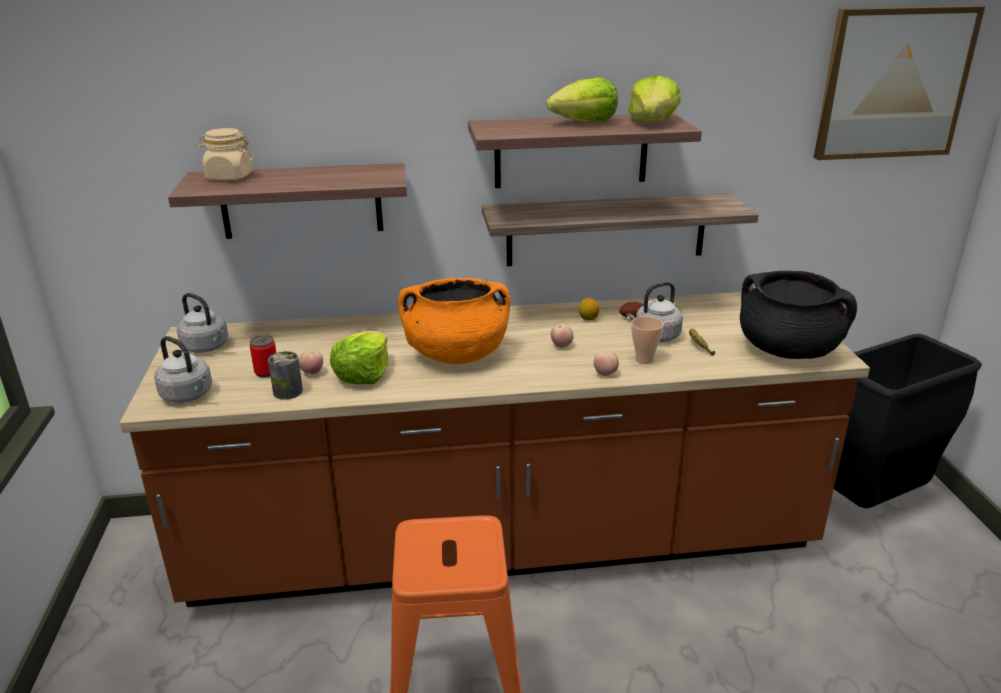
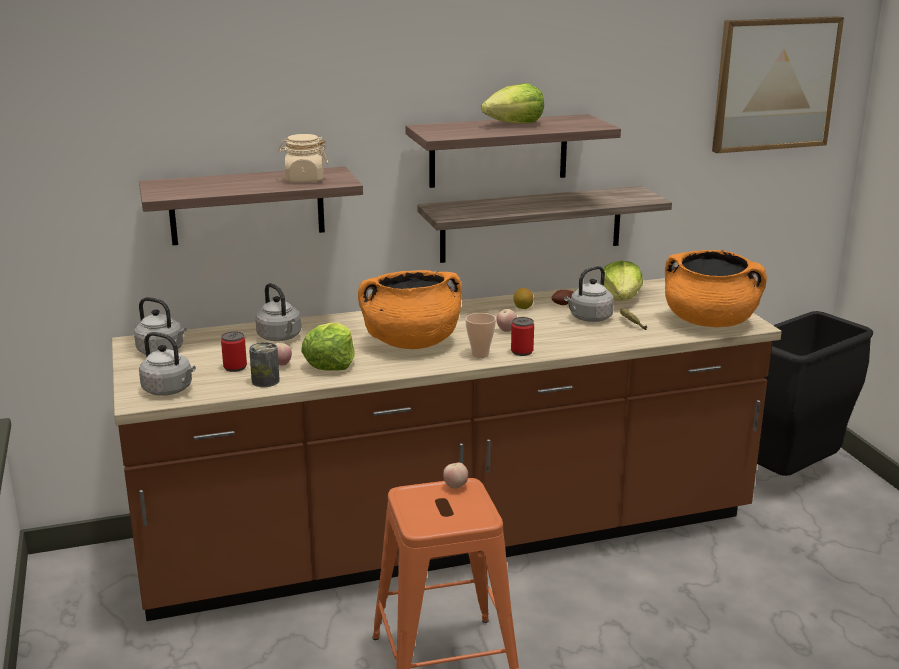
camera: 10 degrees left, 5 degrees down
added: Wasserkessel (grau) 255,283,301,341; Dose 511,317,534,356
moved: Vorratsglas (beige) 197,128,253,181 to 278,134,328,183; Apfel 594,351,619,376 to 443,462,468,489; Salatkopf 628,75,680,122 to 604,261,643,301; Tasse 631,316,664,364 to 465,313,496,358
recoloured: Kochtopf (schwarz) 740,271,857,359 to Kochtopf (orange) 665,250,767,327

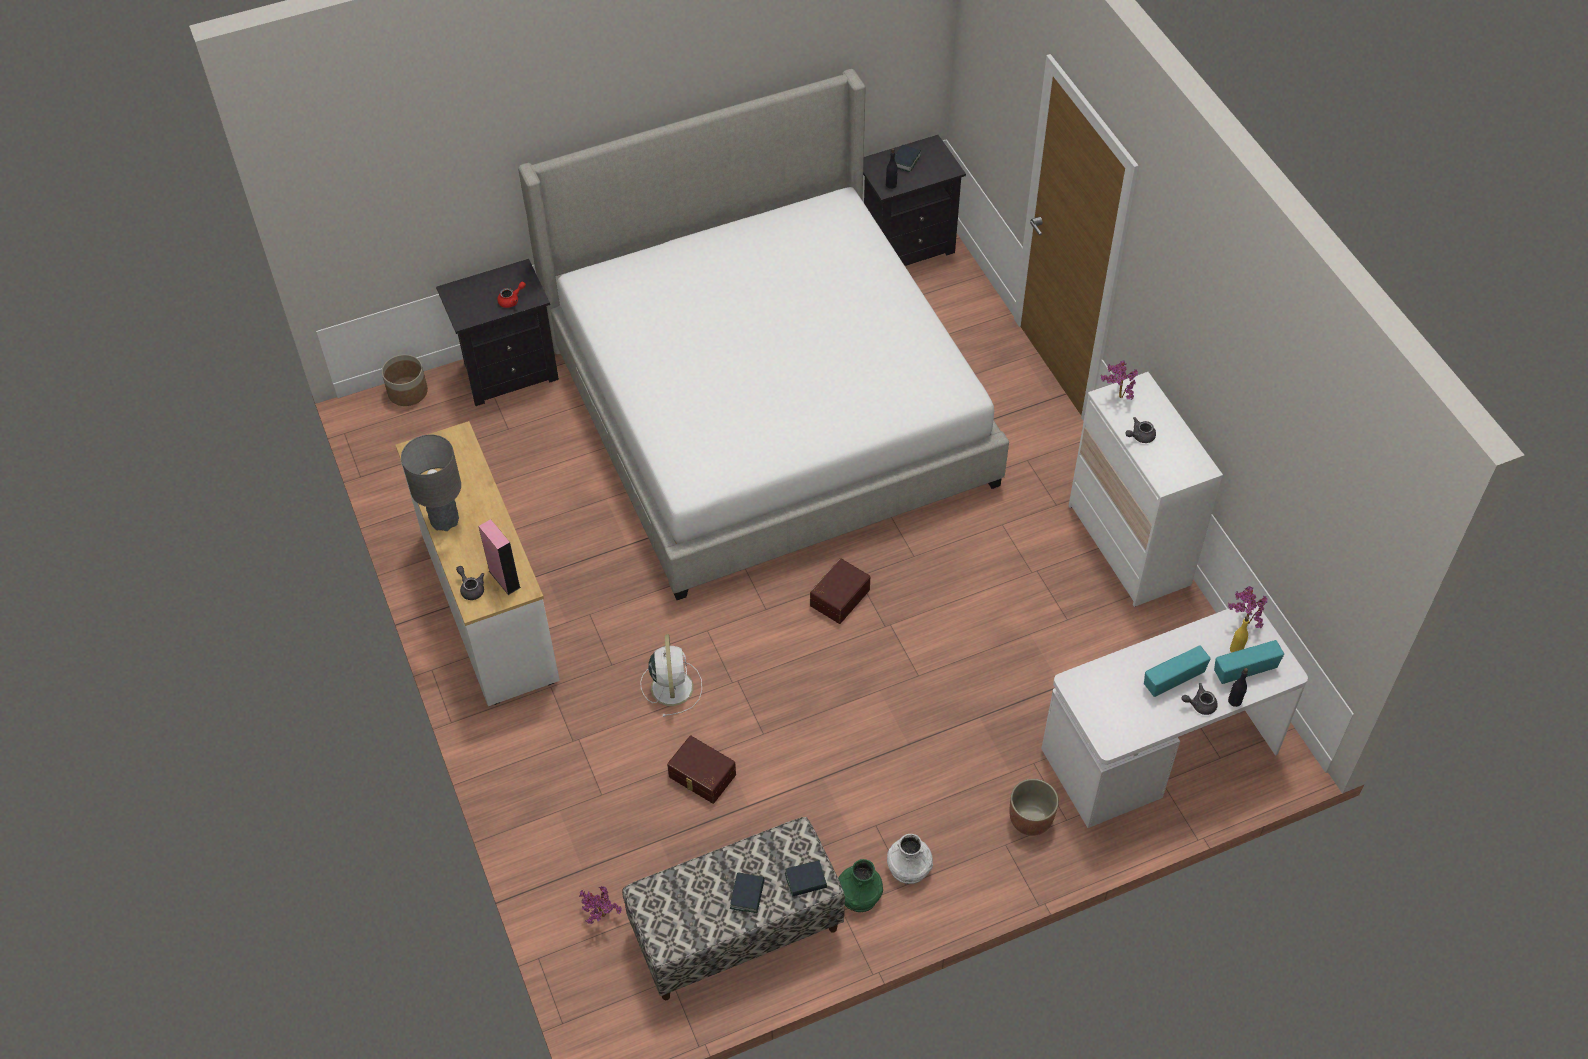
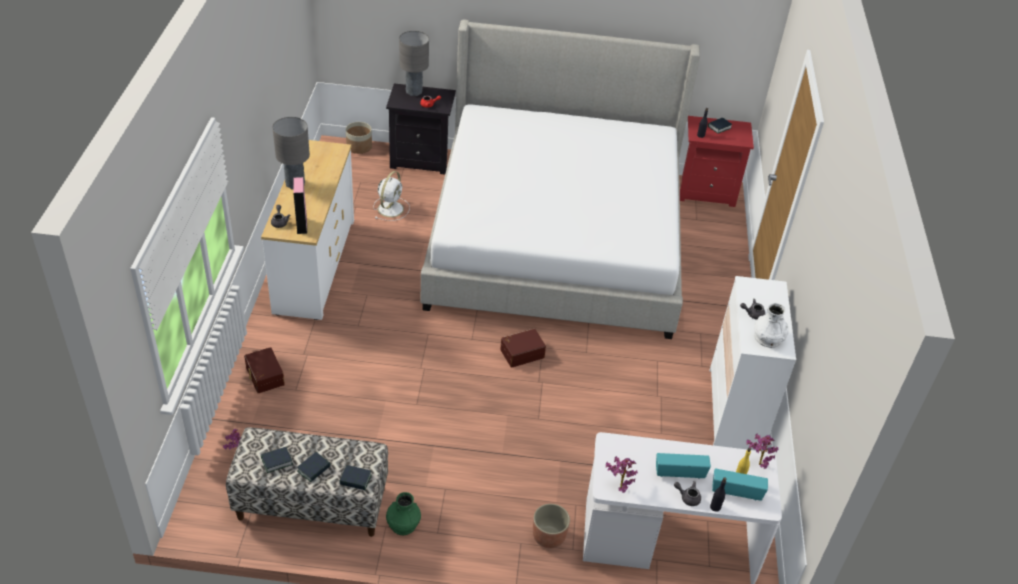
camera: 25 degrees right, 10 degrees down
added: Buch 261,447,293,473; Tischlampe (grau) 399,31,429,96
moved: Ventilator (weiß) 640,634,702,717 to 373,171,410,221; Aufbewahrungsbox (braun) 667,736,736,804 to 244,347,285,393; Vase (weiß) 887,834,933,884 to 754,303,789,348; Topfpflanze 1101,361,1138,400 to 606,456,638,493
recoloured: Nachttisch (schwarz) 863,135,966,266 to Nachttisch (rot) 680,116,754,207

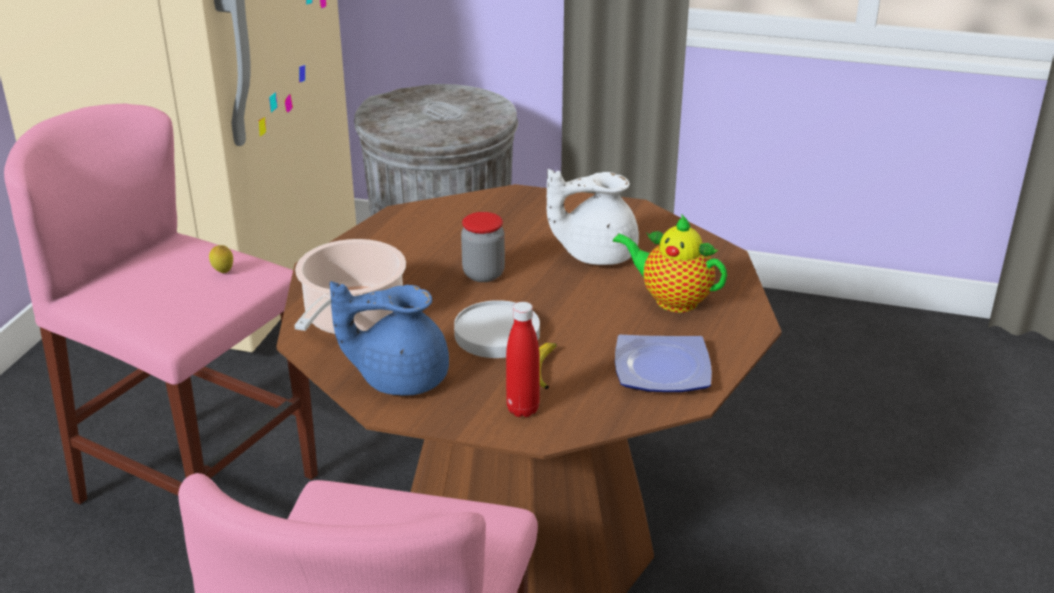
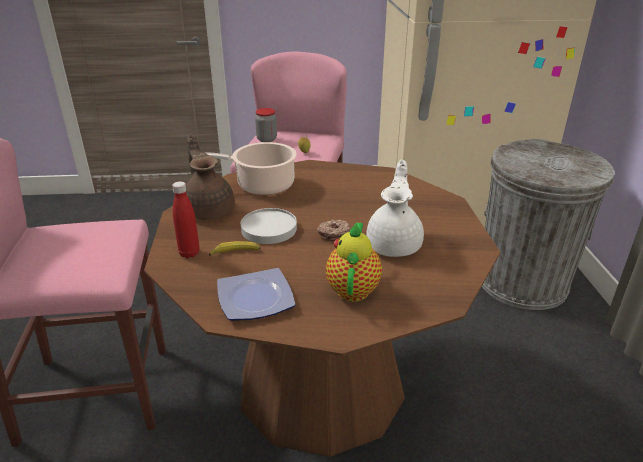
camera: 70 degrees right, 0 degrees up
added: Donut 317,219,351,241
moved: Vorratsglas 461,212,505,282 to 255,108,277,142
recoloured: Teekanne (blau) 330,281,449,395 to Teekanne (braun) 186,135,235,220
turned: Teekanne (weiß) 547,169,639,265 = 366,160,424,257 45 degrees clockwise

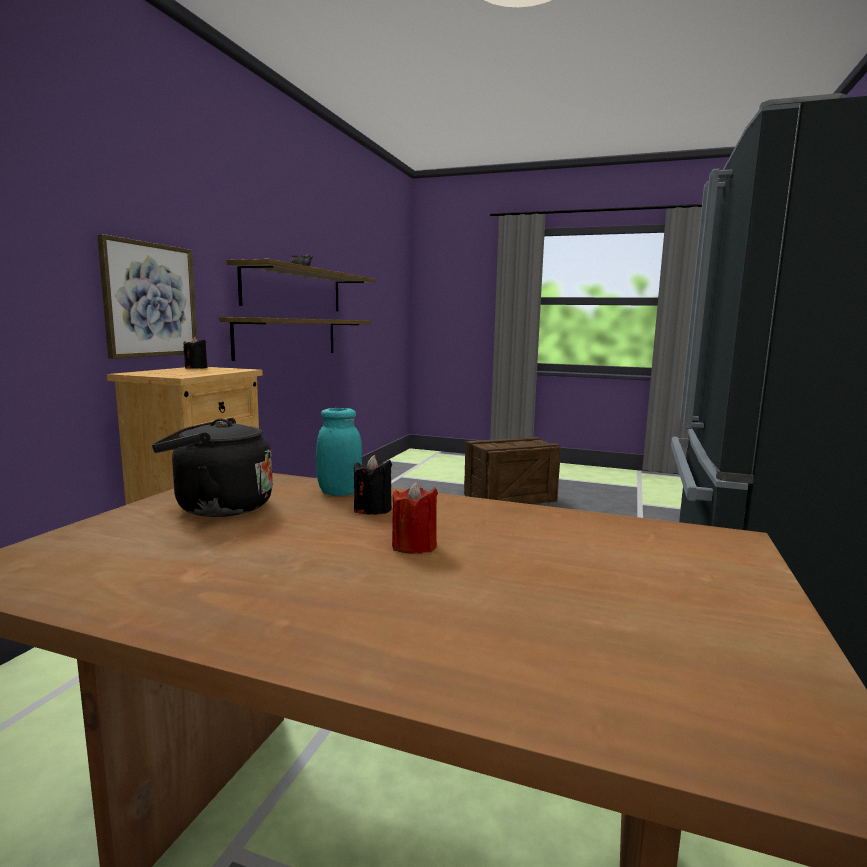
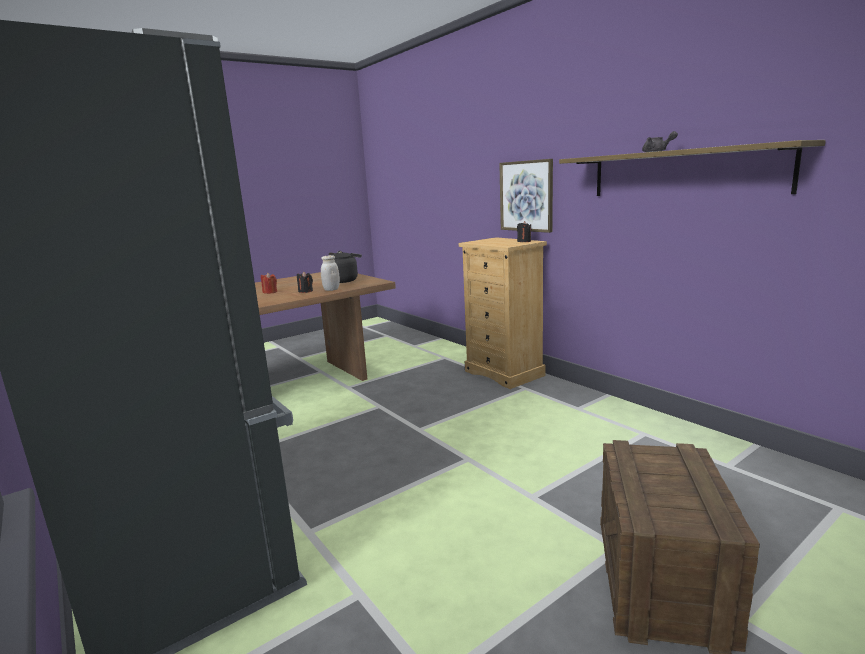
camera: 125 degrees right, 5 degrees up
removed: Wandregal 219,317,371,361
recoloured: Vorratsglas (türkis) 316,408,362,496 to Vorratsglas (weiß) 321,255,340,291

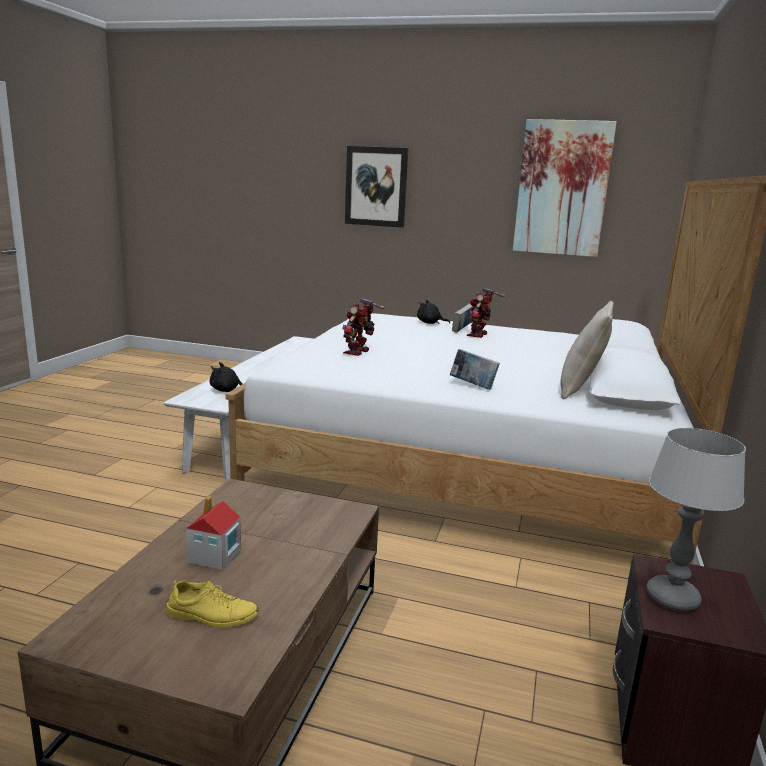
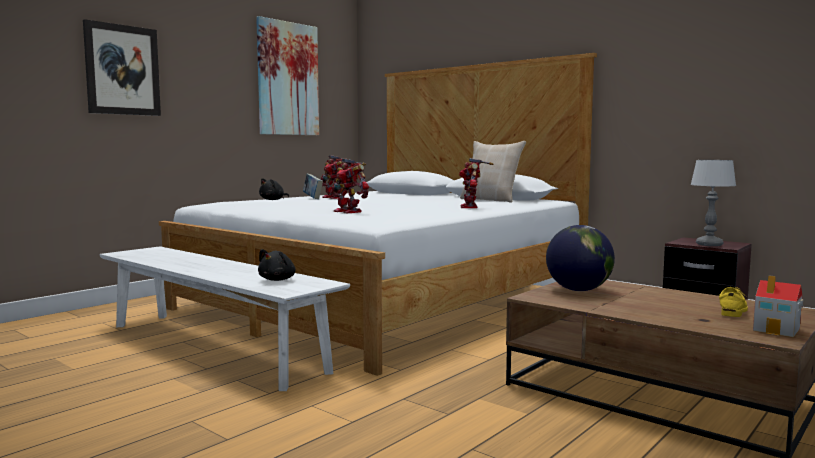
camera: 65 degrees left, 10 degrees down
added: Globus 546,225,615,291
moved: Spielzeughaus 186,496,241,570 to 753,275,803,337
replaced: Buch 450,349,500,390 to Spielzeugroboter 459,158,494,208

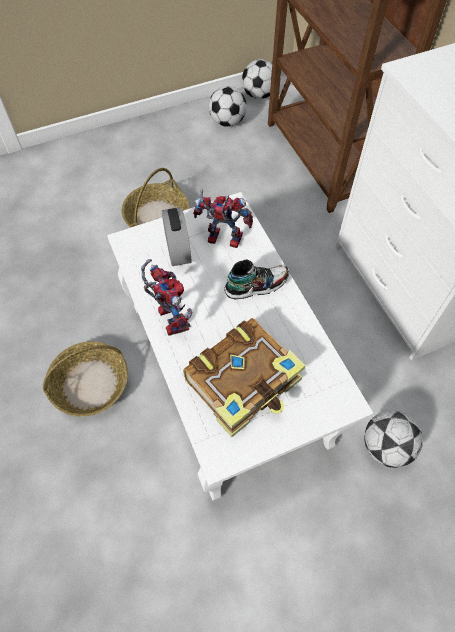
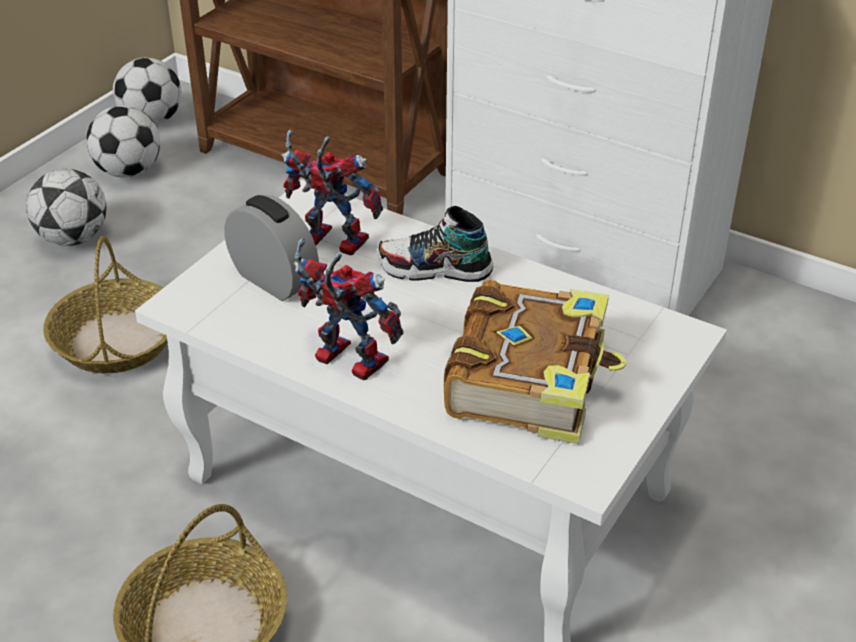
camera: 35 degrees left, 20 degrees down
moved: Fußball 364,410,423,468 to 26,168,107,246
turned: Spielzeugroboter 193,190,253,248 = 281,130,383,255 45 degrees clockwise; Schuh 224,260,290,299 = 376,206,493,282 120 degrees counterclockwise

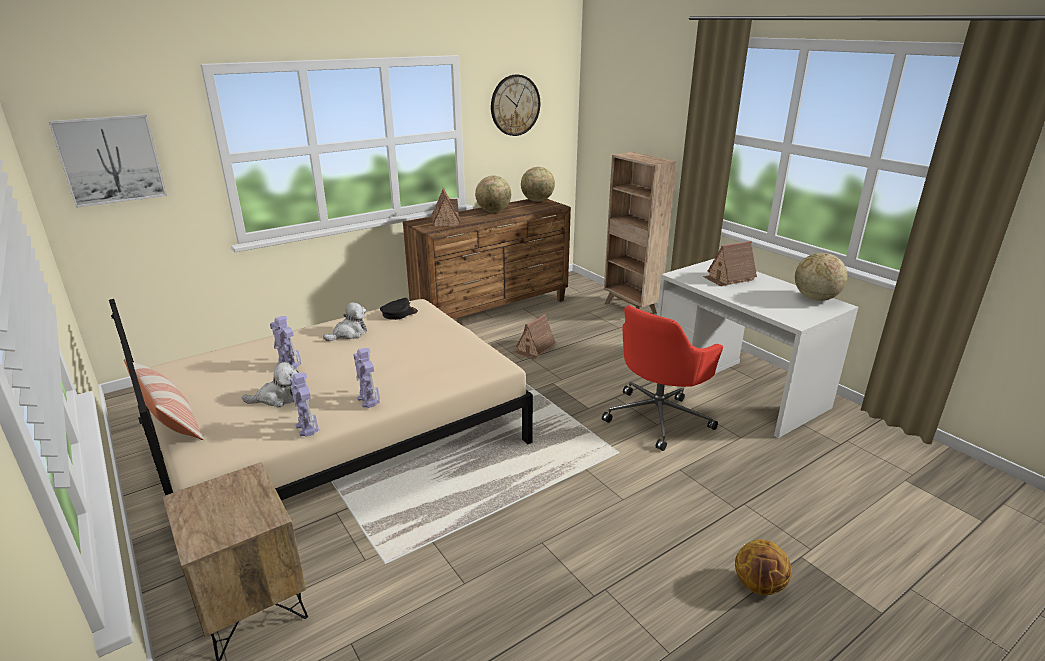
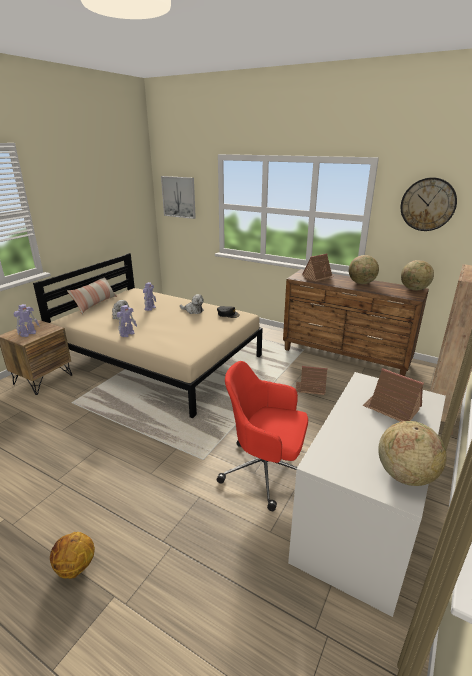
camera: 65 degrees right, 0 degrees up
moved: Spielzeugroboter 290,372,319,437 to 13,304,40,337

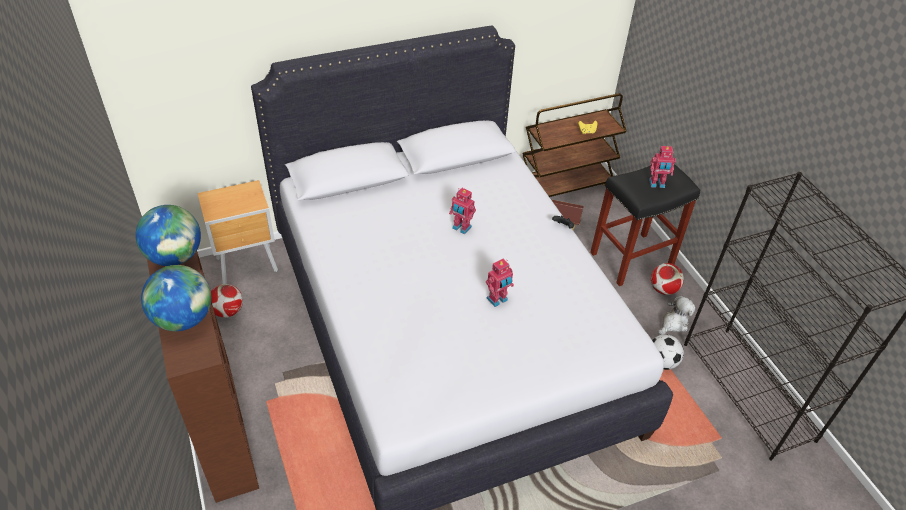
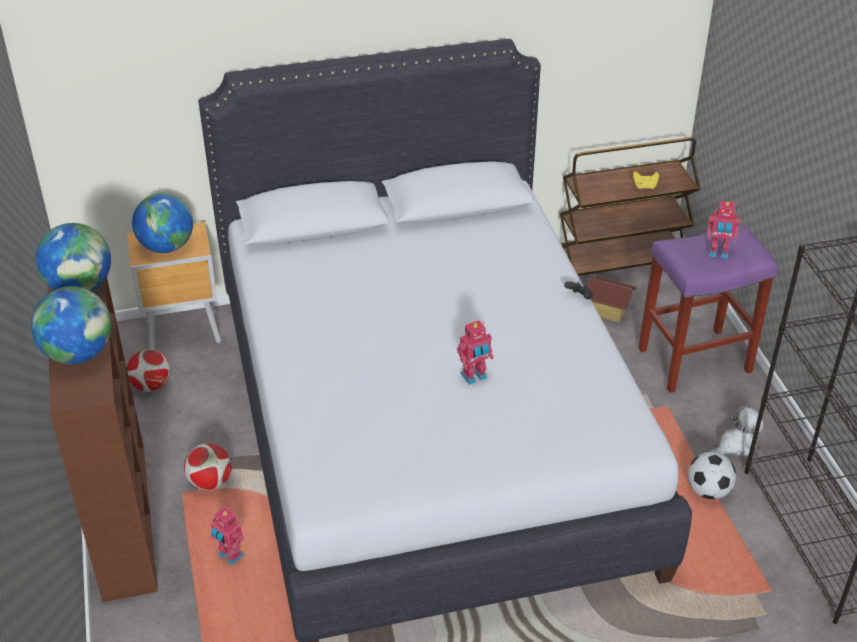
camera: 10 degrees right, 5 degrees down
added: Globus 132,193,193,253
moved: Spielzeugroboter 449,188,476,234 to 211,507,244,565; Fußball 651,263,684,295 to 184,443,232,490
recoloured: Hocker (schwarz) 590,164,700,286 to Hocker (lila) 638,223,778,393

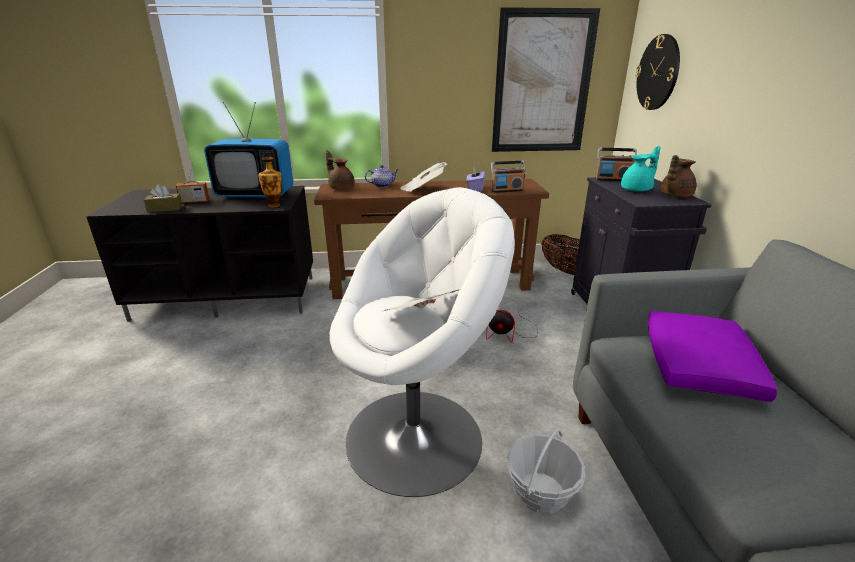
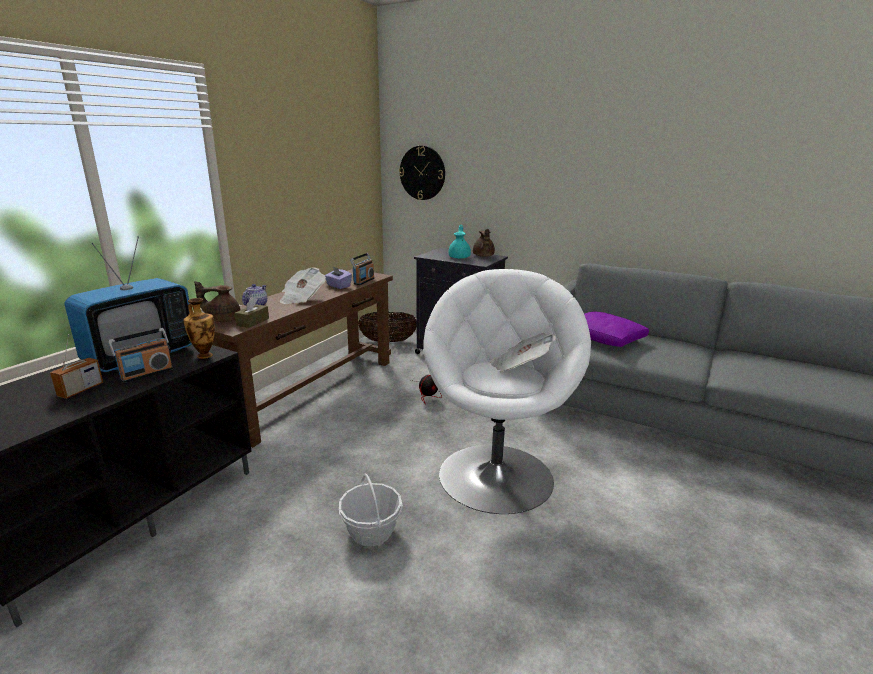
camera: 55 degrees left, 5 degrees down
removed: Bild 492,7,600,152
moved: Taschentuchbox (braun) 144,184,183,212 to 235,297,269,328; Korb 507,428,585,514 to 339,473,403,546; Radio 595,148,637,181 to 108,328,173,383

